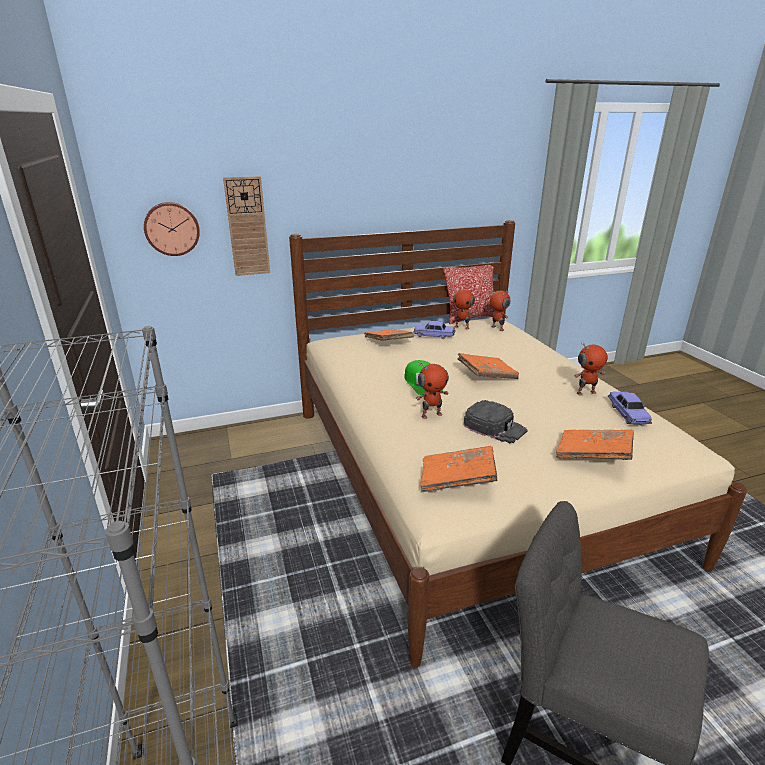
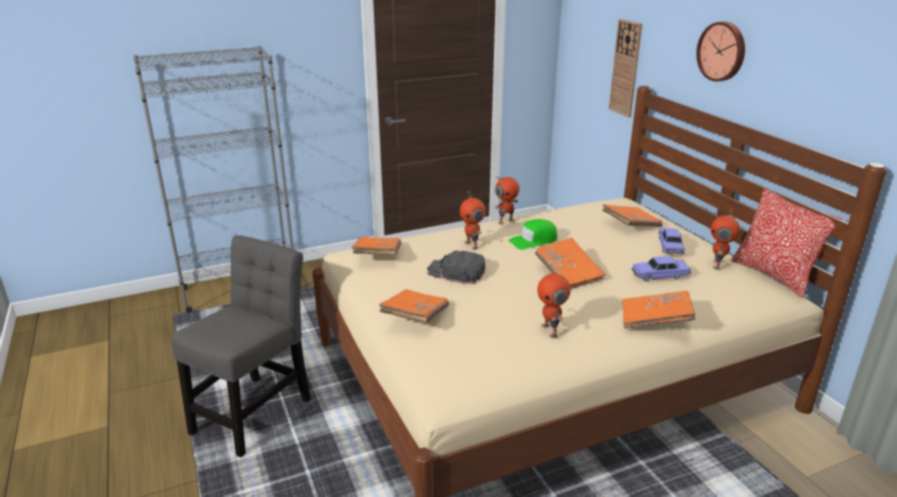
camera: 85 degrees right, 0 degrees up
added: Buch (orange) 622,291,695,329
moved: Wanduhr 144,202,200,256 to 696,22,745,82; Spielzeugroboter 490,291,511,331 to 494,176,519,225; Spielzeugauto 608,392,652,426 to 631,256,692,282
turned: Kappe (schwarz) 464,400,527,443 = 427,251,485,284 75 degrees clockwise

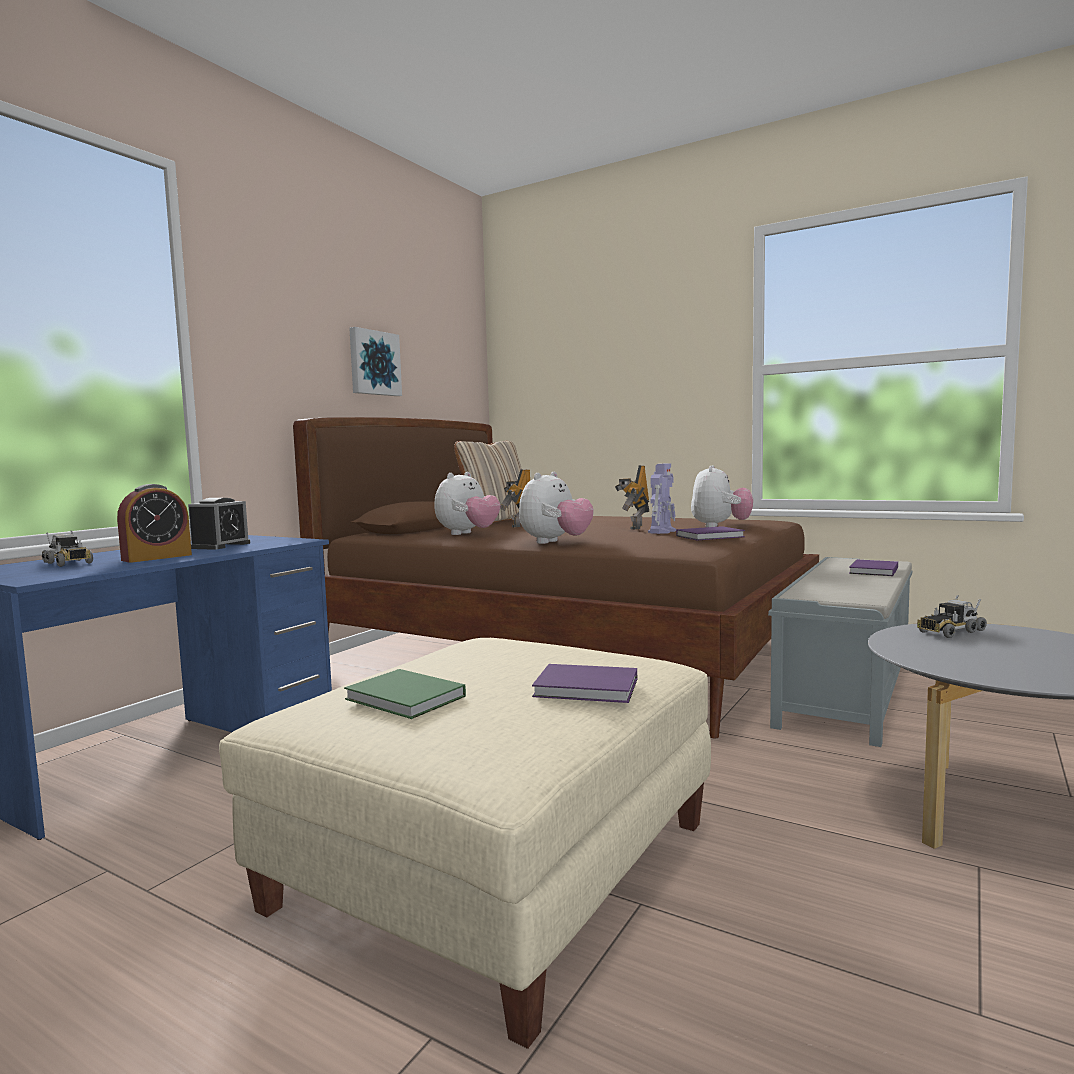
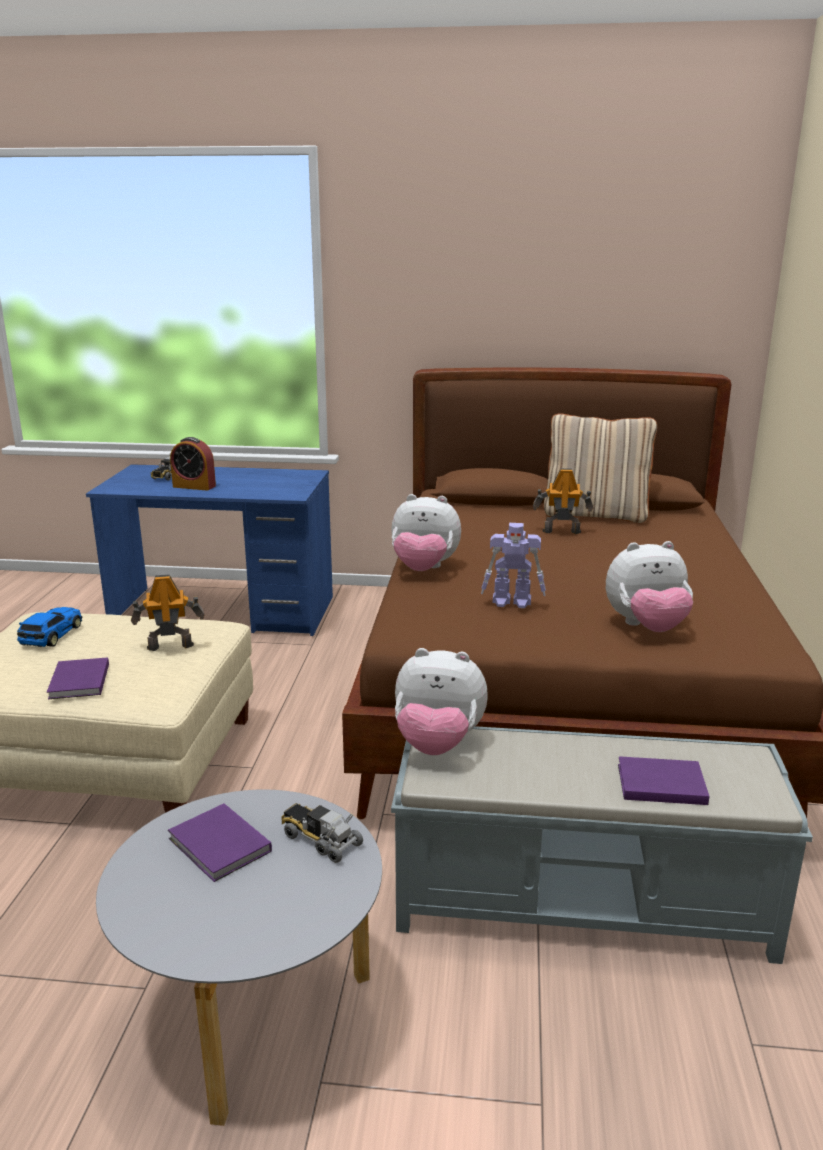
camera: 65 degrees right, 15 degrees up
removed: Wecker 188,498,250,550; Bild 349,327,402,396
moved: Plüschtier 435,472,501,535 to 395,648,488,755; Spielzeugroboter 615,465,649,530 to 131,574,204,651; Buch (lila) 676,526,745,540 to 168,804,272,882
replaced: Buch (grün) 344,669,466,719 to Spielzeugauto 17,607,82,647

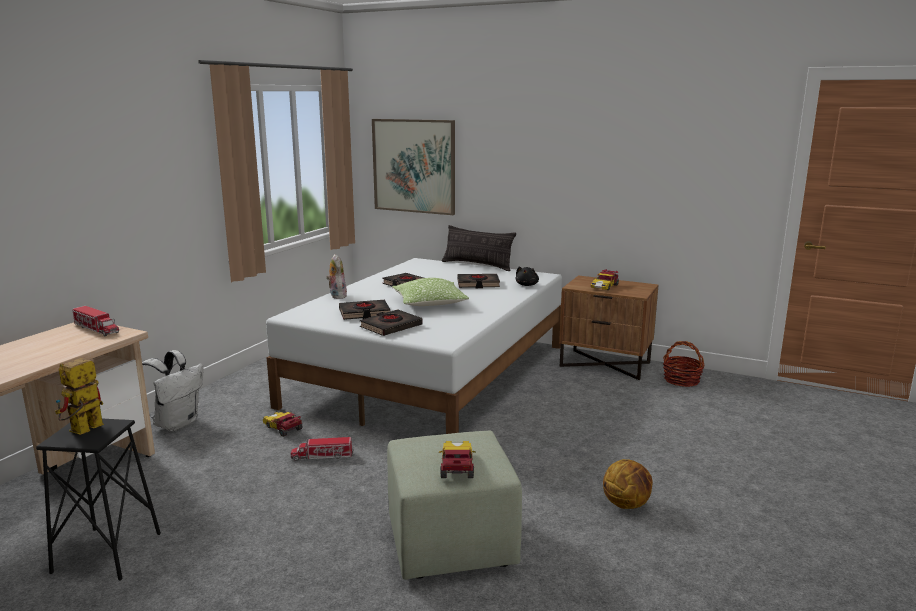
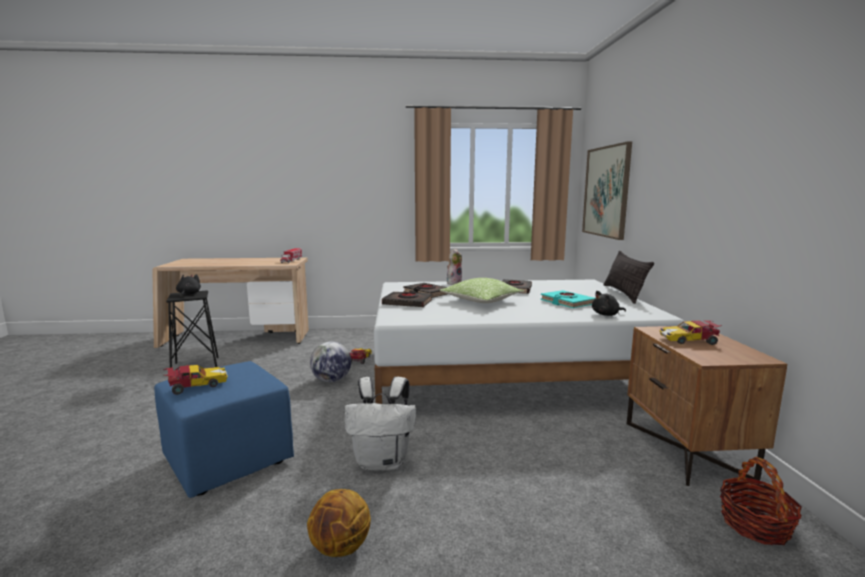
camera: 60 degrees right, 5 degrees down
moved: Rucksack (weiß) 142,350,203,431 to 345,377,416,471
replaced: Spielzeugroboter 55,358,104,435 to Plüschtier (schwarz) 176,274,201,296; Spielzeuglaster 291,437,354,461 to Globus 310,341,351,382
recoloured: Polsterhocker (grün) 387,431,522,580 to Polsterhocker (blau) 154,361,294,498; Buch (schwarz) 457,274,500,288 to Buch (türkis) 540,290,595,308

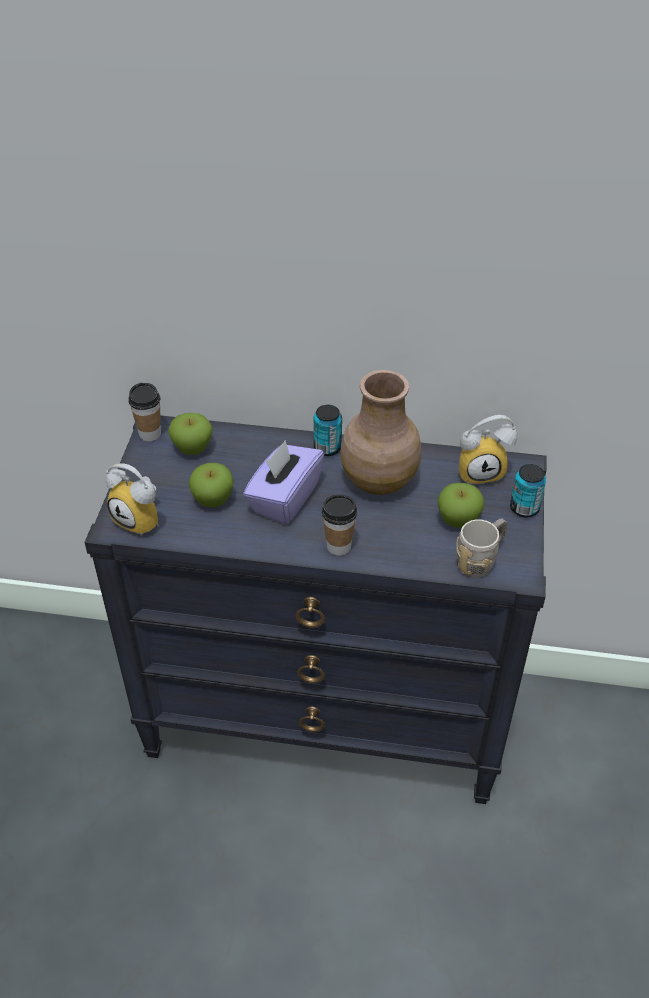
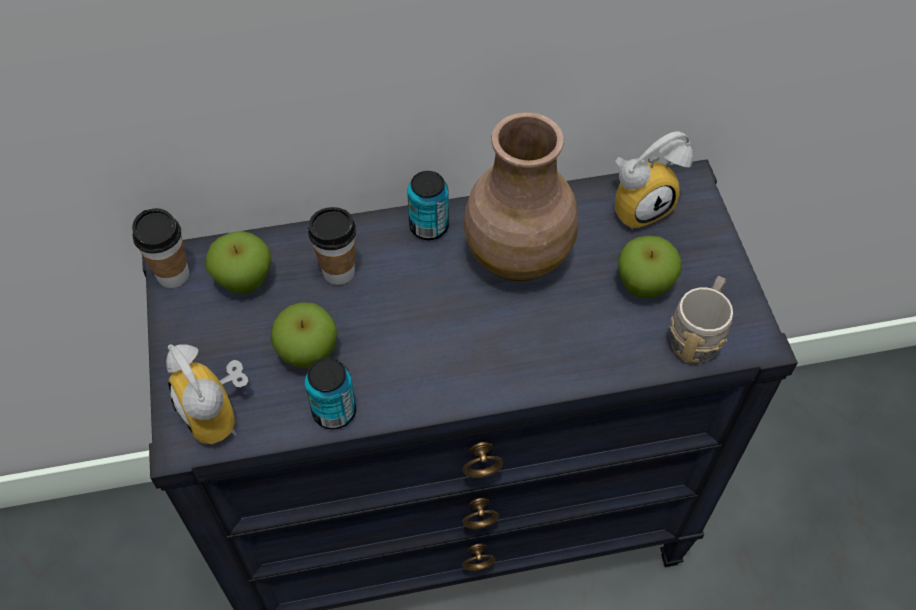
camera: 20 degrees left, 10 degrees up
removed: Taschentuchbox (lila) 243,440,324,525
moved: Tasse 322,495,357,556 to 308,207,356,285; Dose 510,464,546,518 to 305,358,356,429
turned: Wecker 106,463,159,536 = 166,344,248,444 45 degrees clockwise

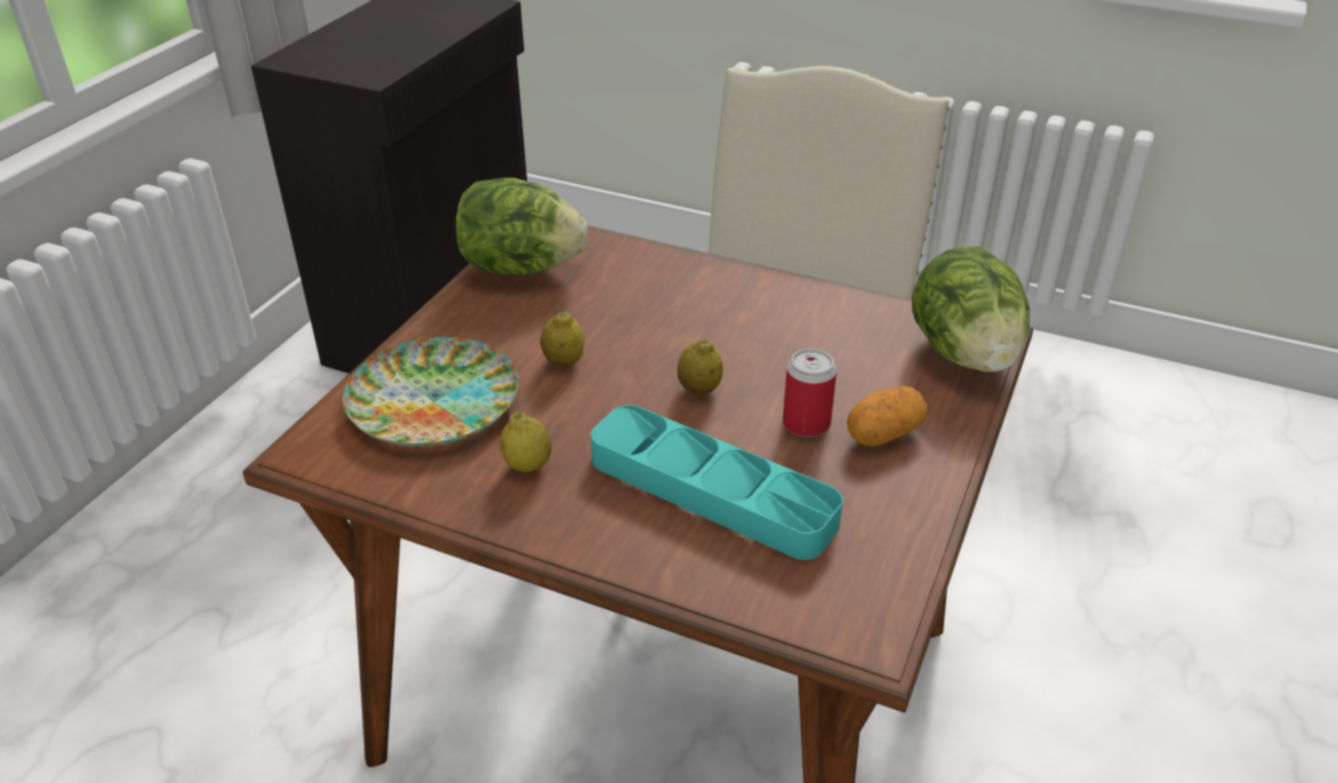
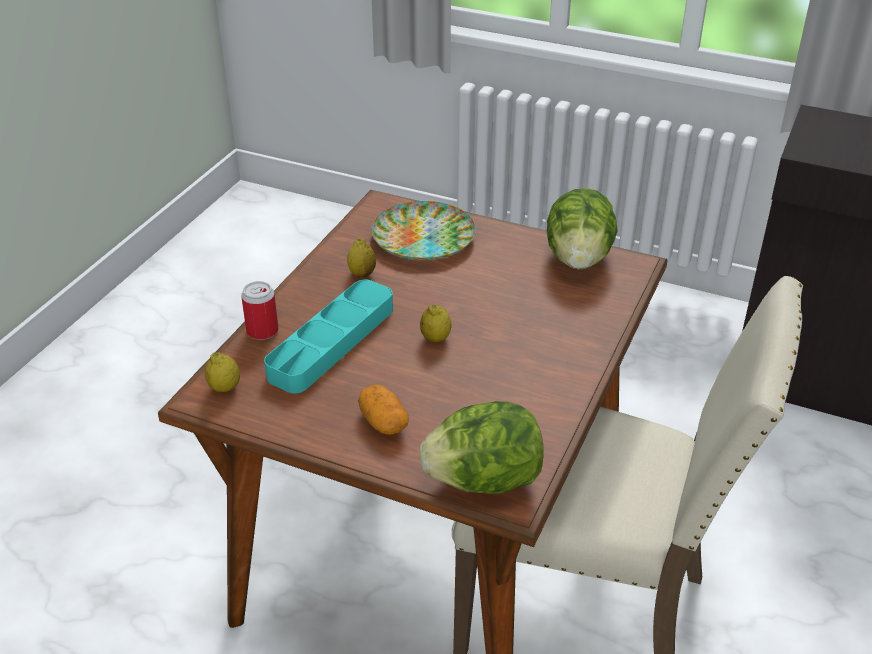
camera: 90 degrees right, 0 degrees up
moved: Zitrone 540,312,585,367 to 205,352,240,392; Dose 783,348,837,437 to 241,281,278,340

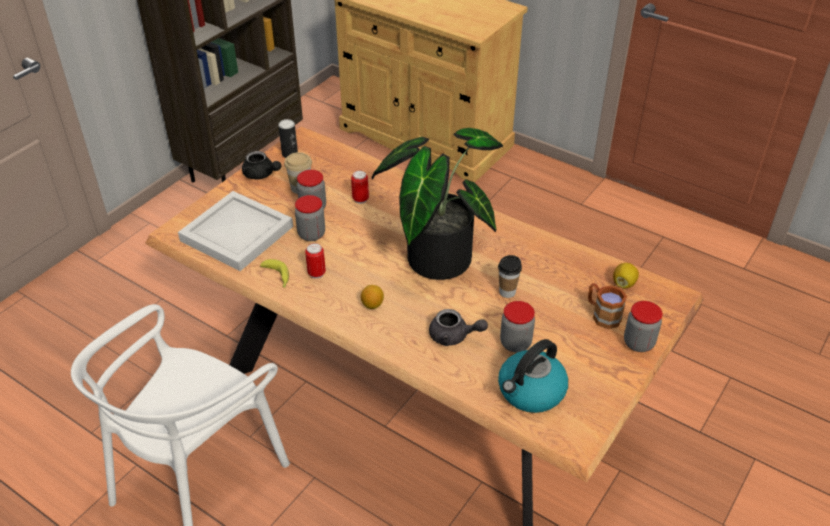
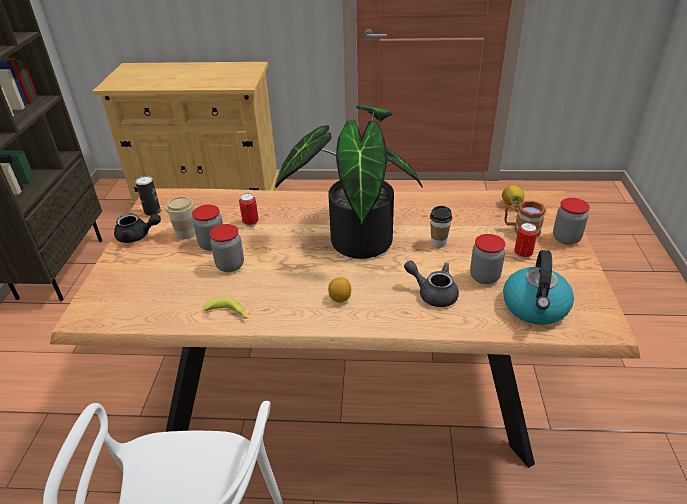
camera: 30 degrees left, 5 degrees down
removed: Tablett (weiß) 178,191,293,271
moved: Dose 305,243,326,279 to 514,223,538,259
turned: Teekanne (grau) 429,309,488,346 = 404,261,459,307 135 degrees counterclockwise

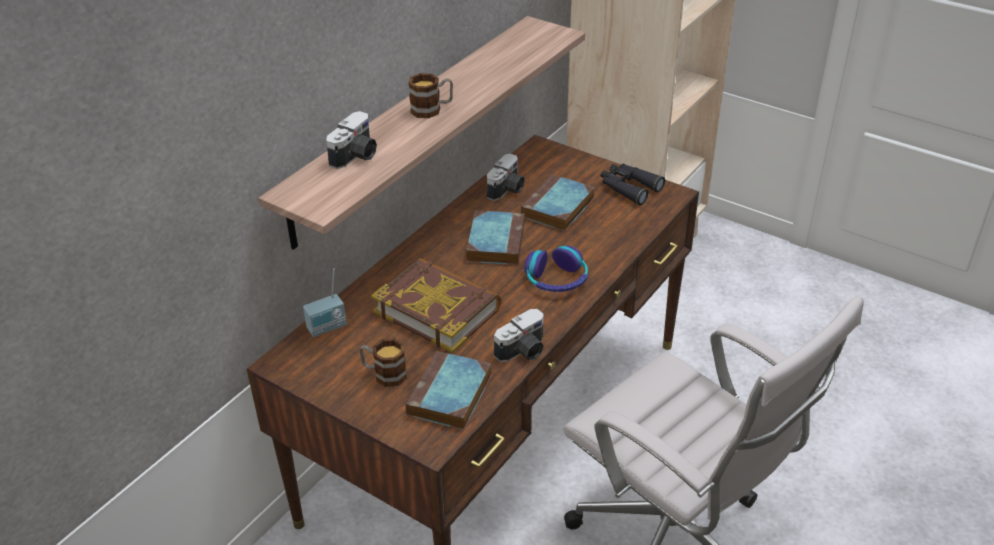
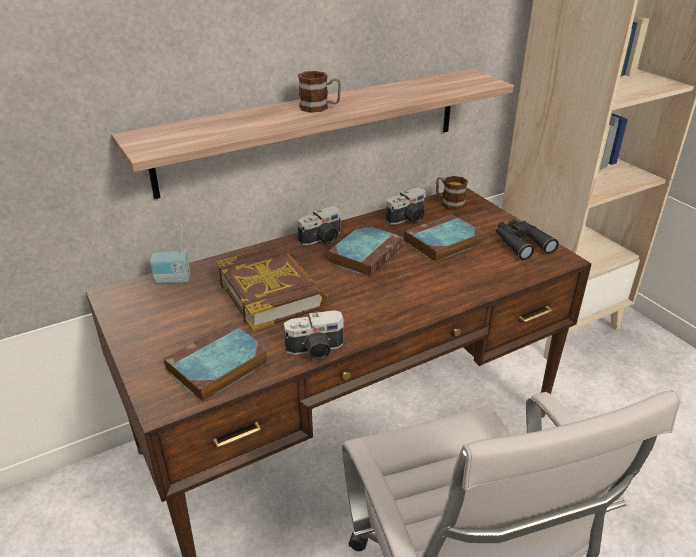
camera: 25 degrees right, 5 degrees down
removed: Kopfhörer 524,245,588,292
moved: Kamera 326,111,377,169 to 298,206,341,245; Henkelbecher 360,338,407,387 to 436,176,468,211

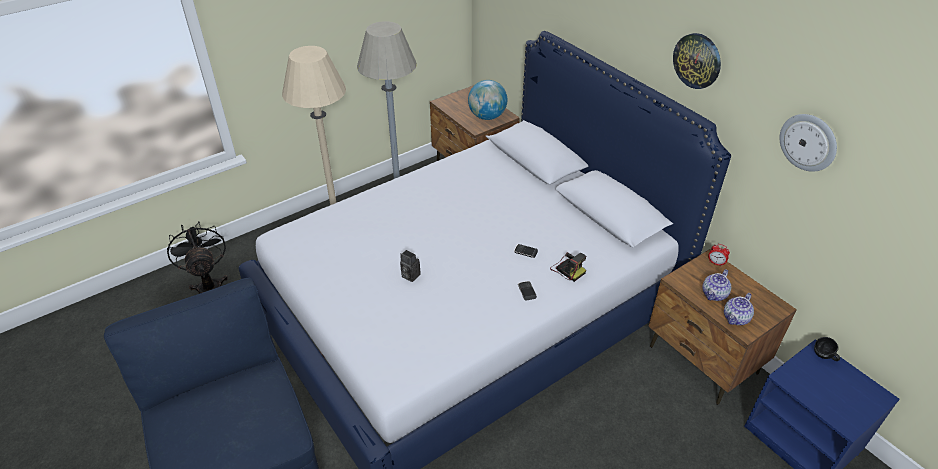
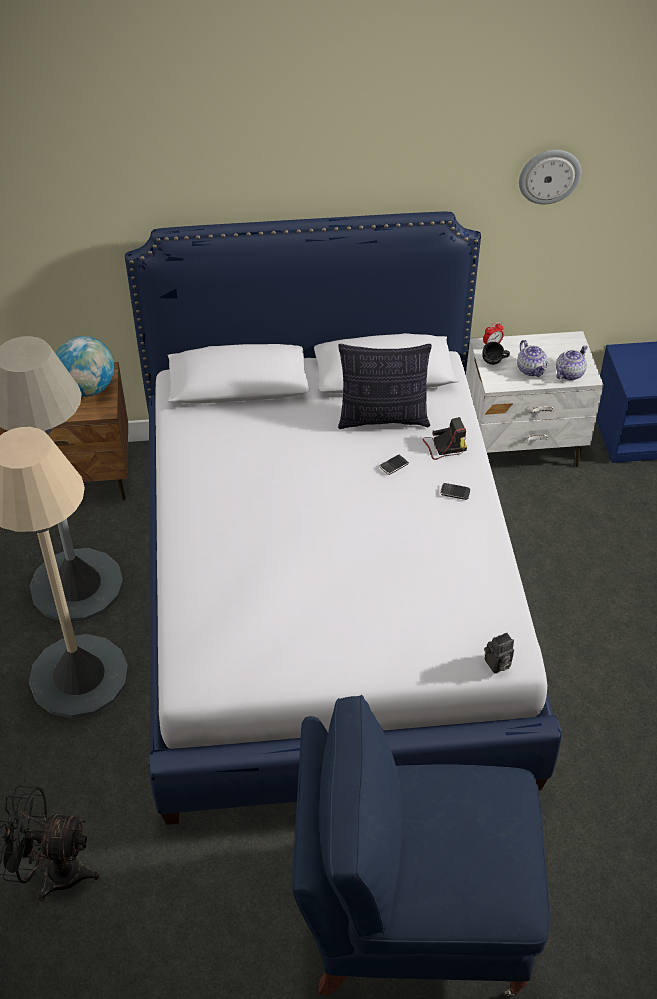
camera: 60 degrees left, 5 degrees up
removed: Wanduhr 673,33,721,89
added: Kissen 338,344,432,429
moved: Kamera 400,250,421,282 to 484,632,514,673; Henkelbecher (schwarz) 814,337,840,361 to 482,342,510,365
recoloured: Nachttisch (braun) 648,249,797,405 to Nachttisch (weiß) 466,331,603,467
turned: Teekanne 724,293,754,325 = 556,345,588,380 120 degrees counterclockwise

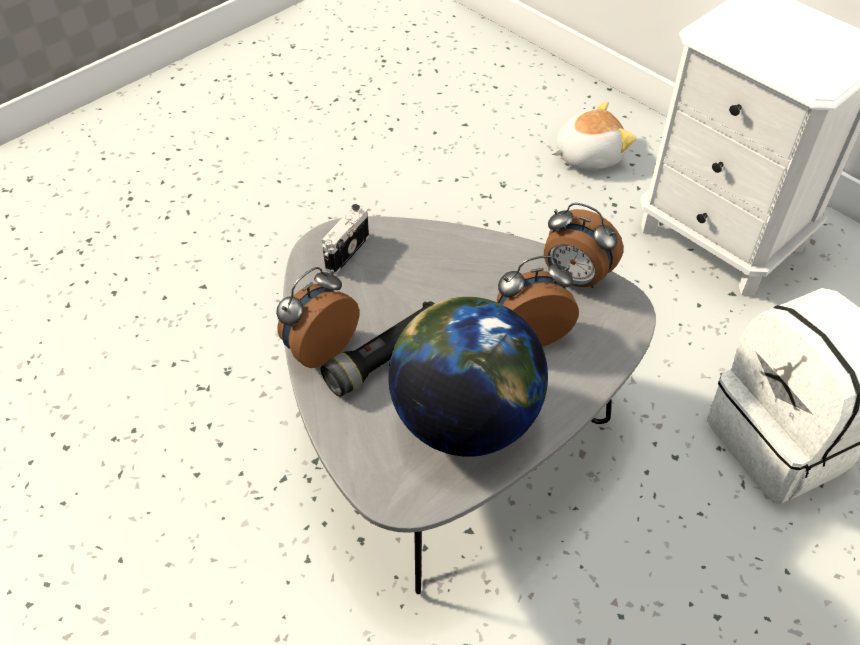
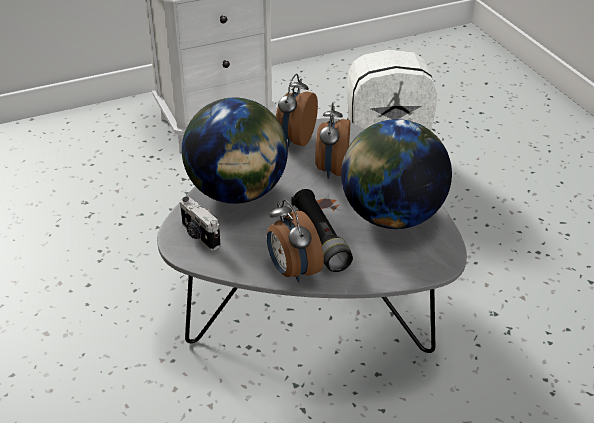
camera: 70 degrees left, 10 degrees down
removed: Plüschtier 551,101,636,170
added: Globus 182,98,288,204
turned: Wecker 544,203,623,288 = 276,74,318,147 150 degrees clockwise

